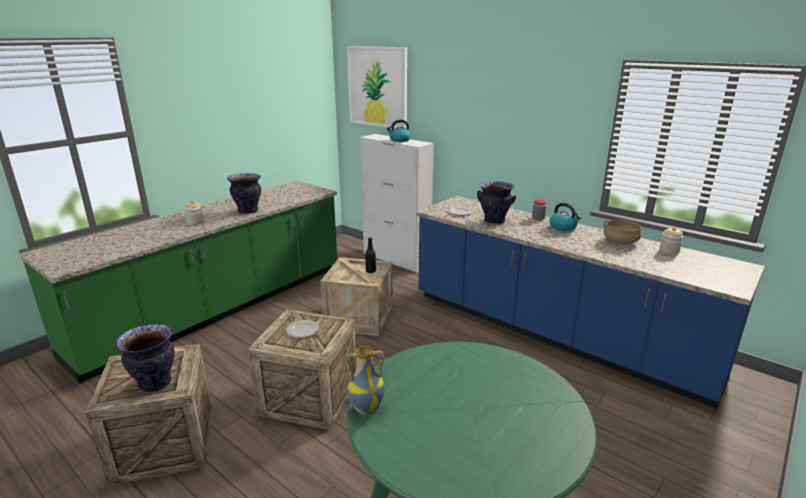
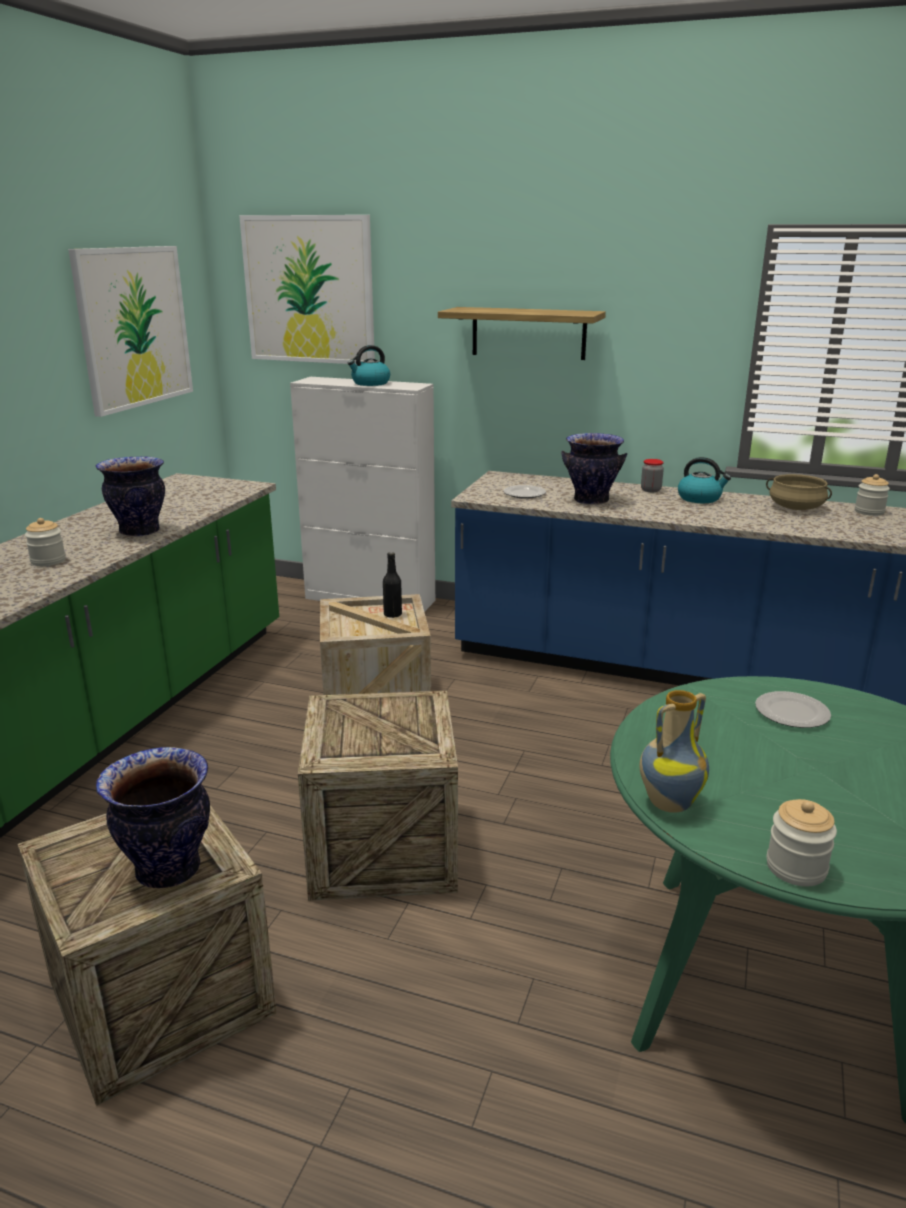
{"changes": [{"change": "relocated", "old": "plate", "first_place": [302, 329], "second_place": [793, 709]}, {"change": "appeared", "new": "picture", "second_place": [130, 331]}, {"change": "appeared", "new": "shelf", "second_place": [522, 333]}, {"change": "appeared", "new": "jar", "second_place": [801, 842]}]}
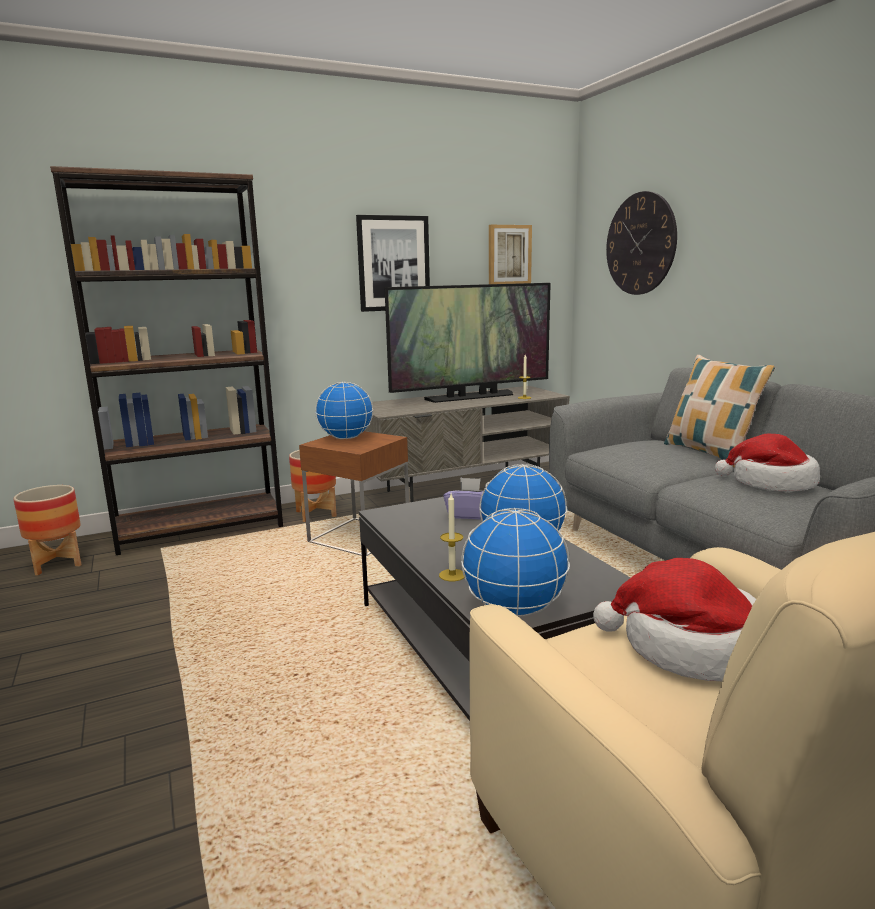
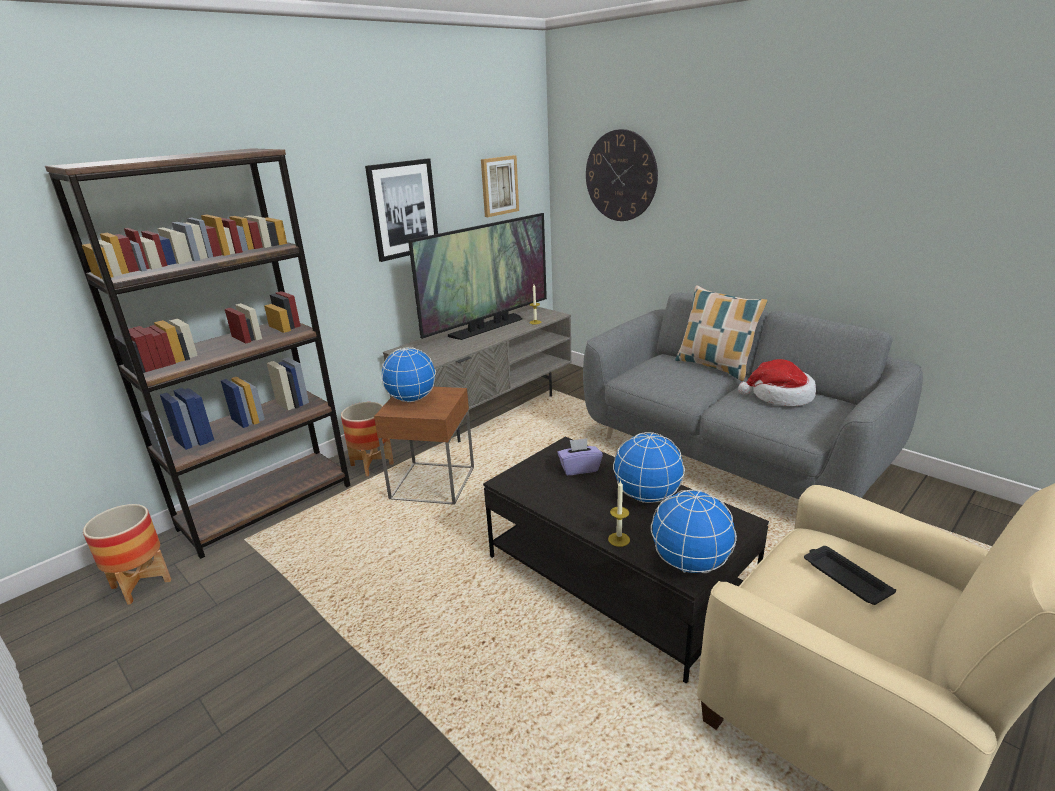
{"changes": [{"change": "exchanged", "old": "hat", "new": "black tray", "first_place": [674, 619], "second_place": [850, 575]}]}
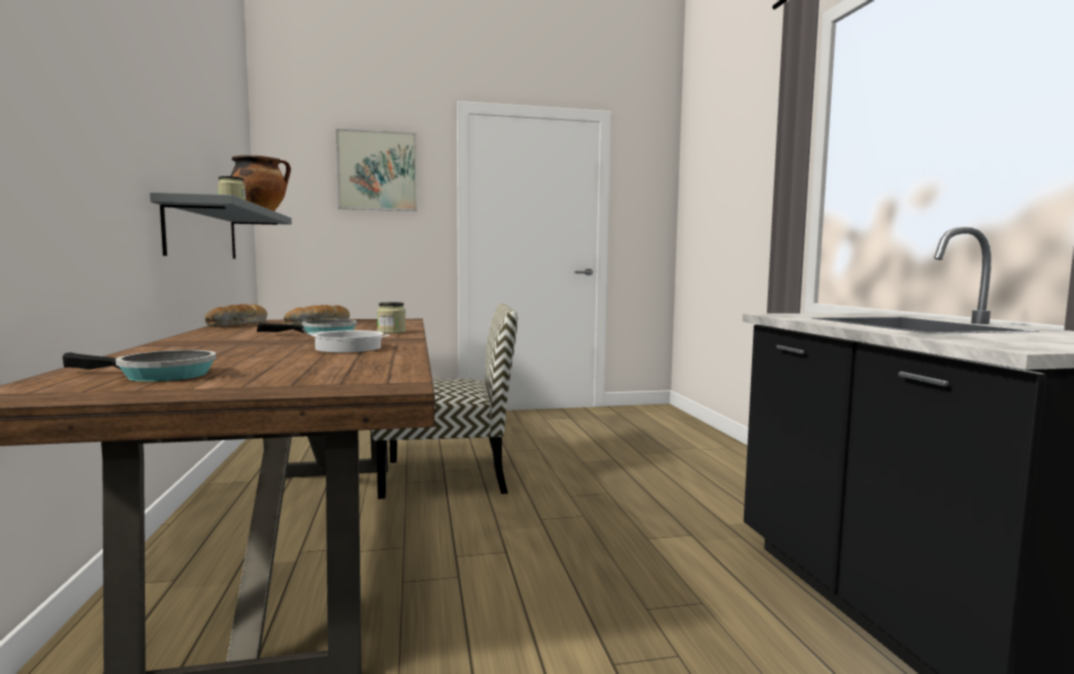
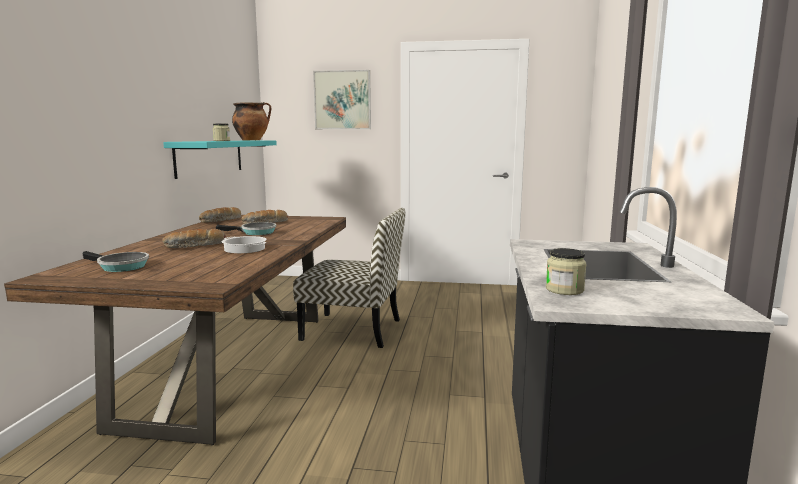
{"changes": [{"change": "colour", "old": "grey shelf", "new": "turquoise shelf", "first_place": [221, 225], "second_place": [220, 160]}, {"change": "relocated", "old": "jar", "first_place": [391, 318], "second_place": [566, 271]}, {"change": "appeared", "new": "bread", "second_place": [194, 238]}]}
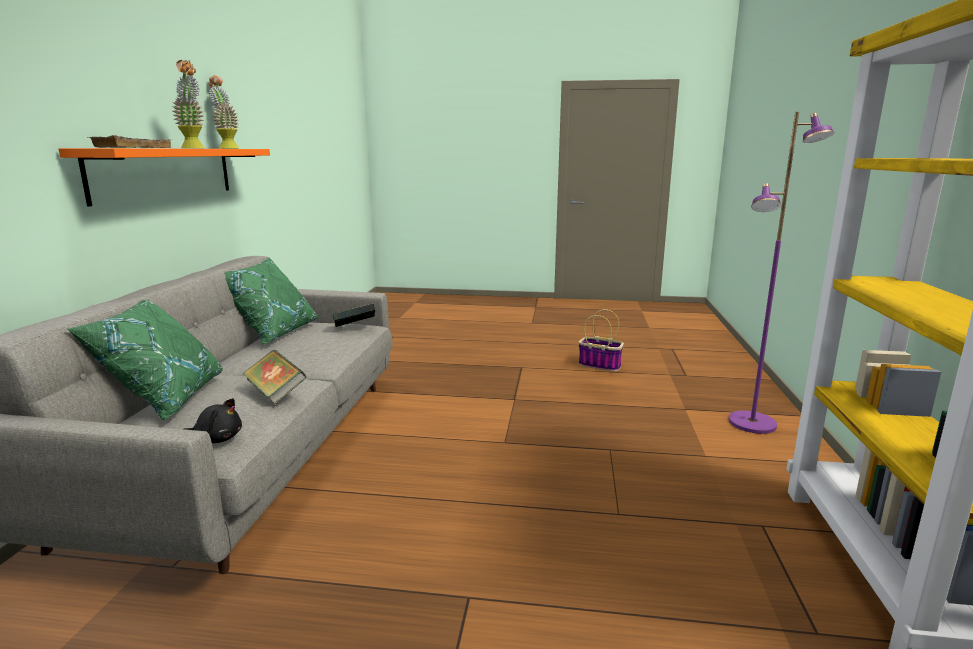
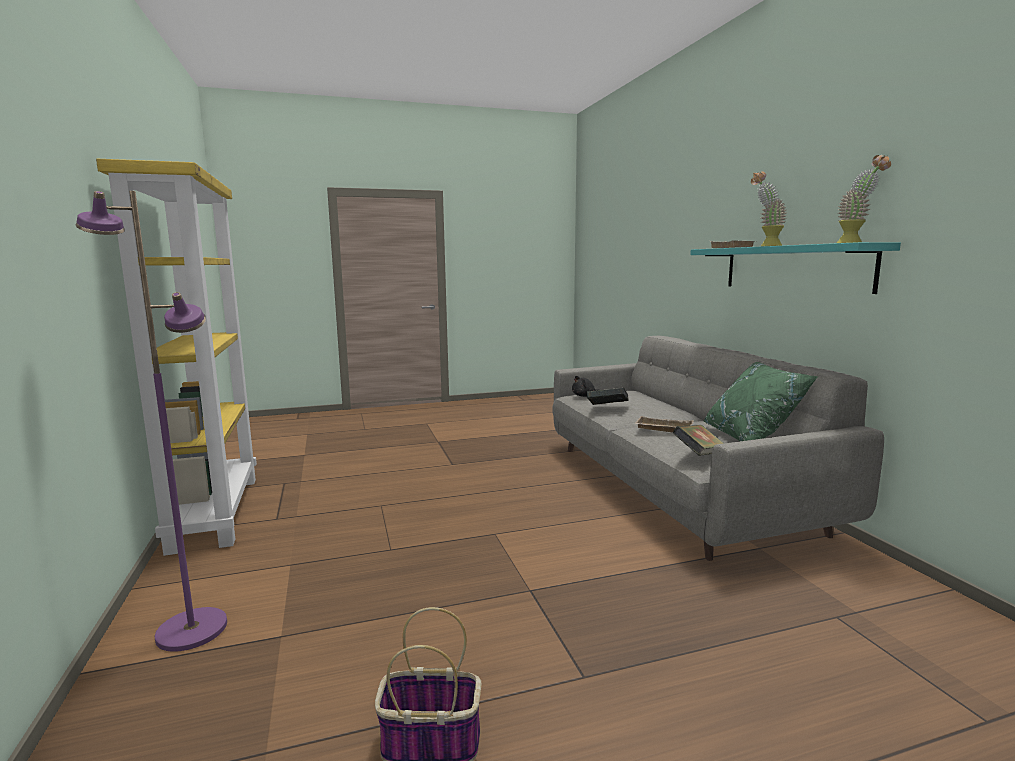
{"changes": [{"change": "colour", "old": "orange shelf", "new": "turquoise shelf", "first_place": [164, 177], "second_place": [795, 268]}, {"change": "missing", "old": "green pillow", "first_place": [145, 360]}, {"change": "appeared", "new": "beige tray", "second_place": [664, 424]}]}
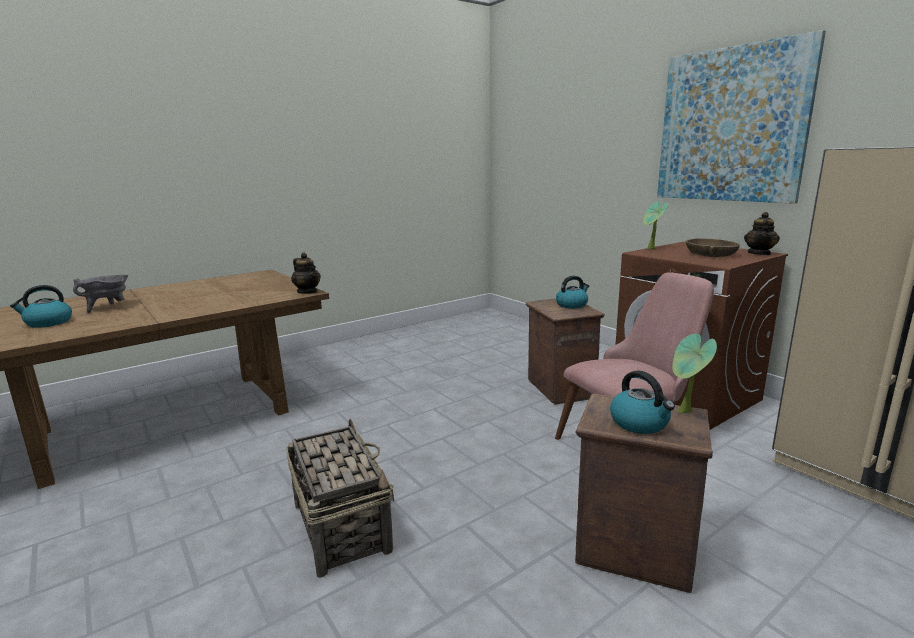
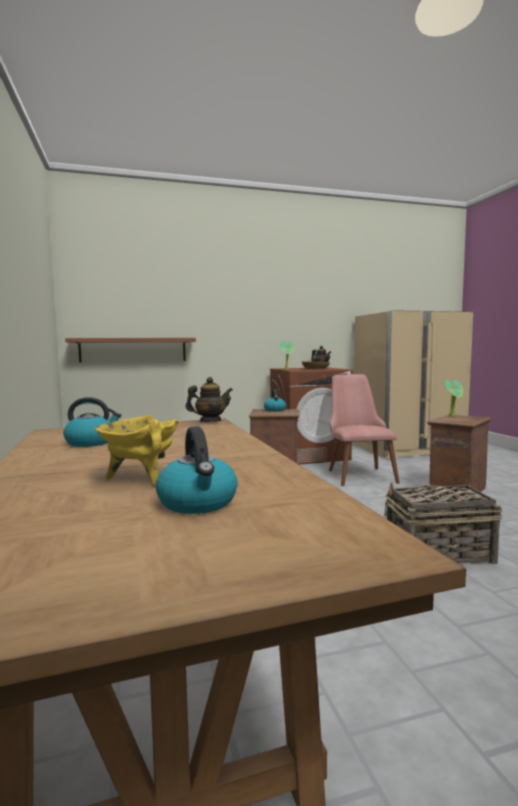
{"changes": [{"change": "colour", "old": "grey cooking pot", "new": "yellow cooking pot", "first_place": [100, 294], "second_place": [137, 451]}, {"change": "relocated", "old": "kettle", "first_place": [642, 402], "second_place": [92, 422]}, {"change": "missing", "old": "picture", "first_place": [741, 117]}, {"change": "appeared", "new": "shelf", "second_place": [130, 350]}]}
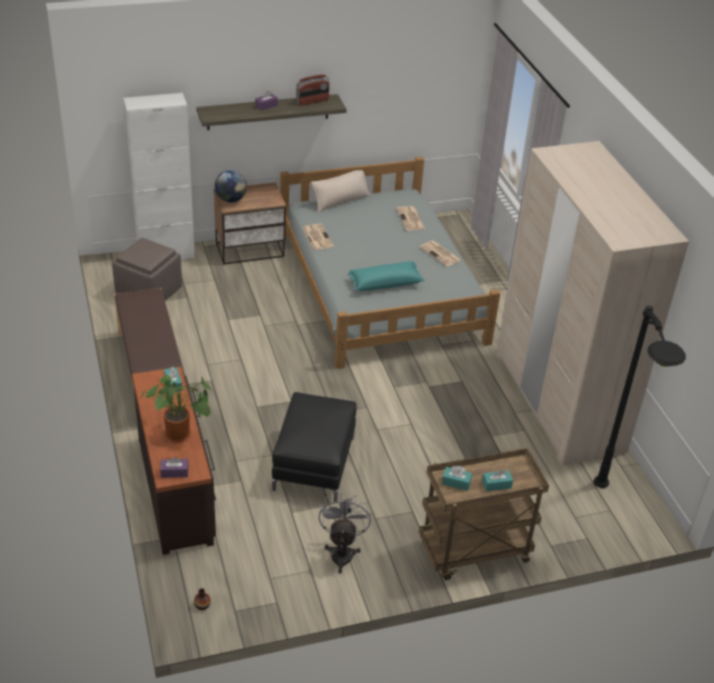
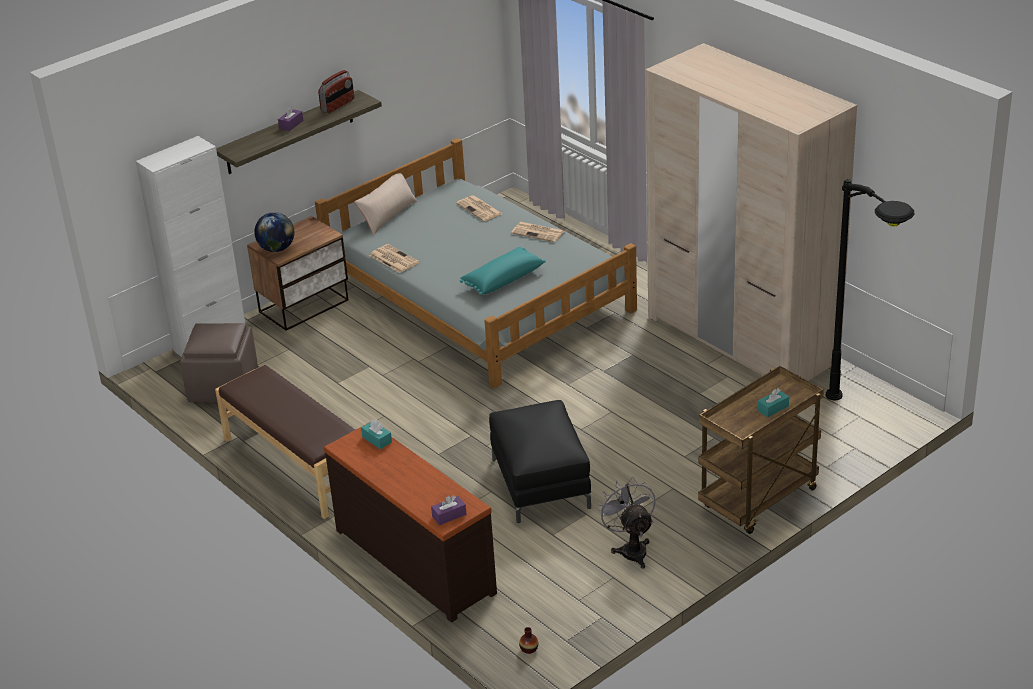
{"changes": [{"change": "missing", "old": "potted plant", "first_place": [176, 408]}, {"change": "missing", "old": "turquoise tissue box", "first_place": [457, 478]}]}
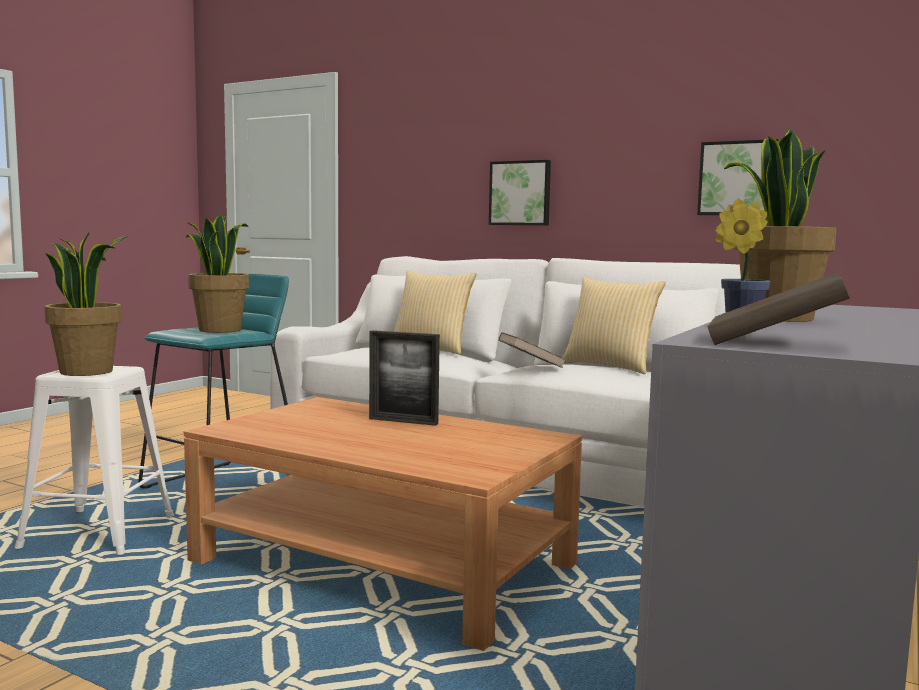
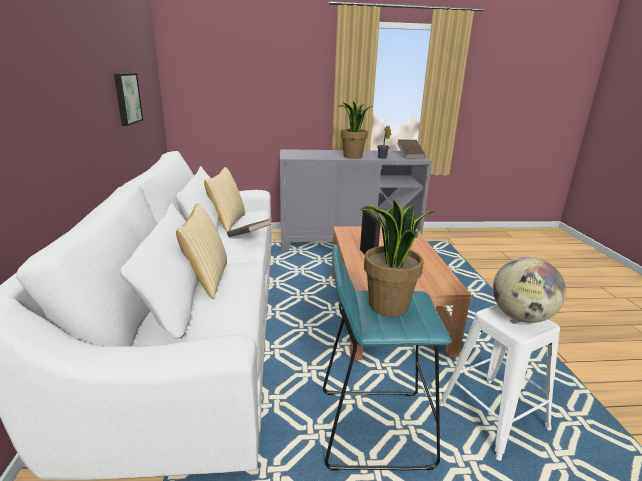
{"changes": [{"change": "exchanged", "old": "potted plant", "new": "globe", "first_place": [86, 304], "second_place": [529, 290]}, {"change": "missing", "old": "picture", "first_place": [520, 193]}]}
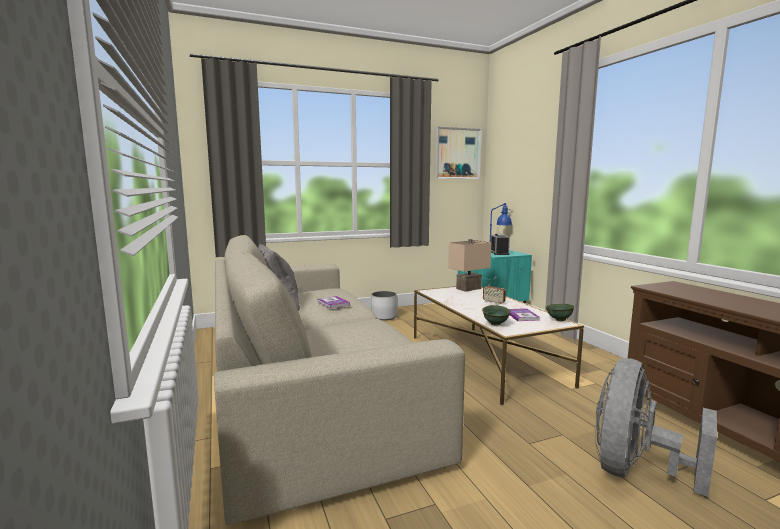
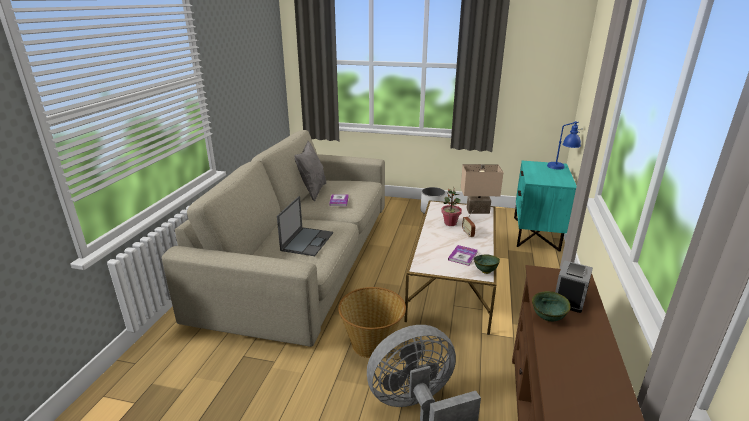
{"changes": [{"change": "missing", "old": "picture", "first_place": [458, 152]}, {"change": "relocated", "old": "green bowl", "first_place": [496, 315], "second_place": [551, 306]}, {"change": "relocated", "old": "alarm clock", "first_place": [500, 244], "second_place": [574, 286]}, {"change": "appeared", "new": "laptop", "second_place": [305, 226]}, {"change": "appeared", "new": "basket", "second_place": [372, 322]}, {"change": "appeared", "new": "potted plant", "second_place": [451, 207]}]}
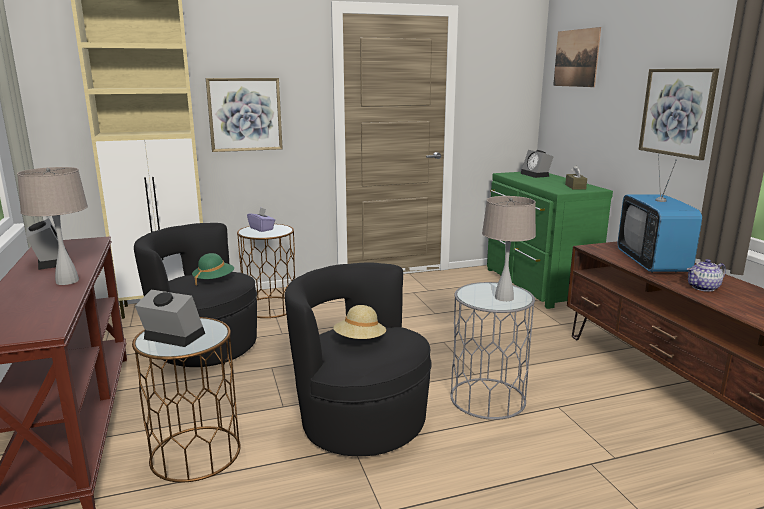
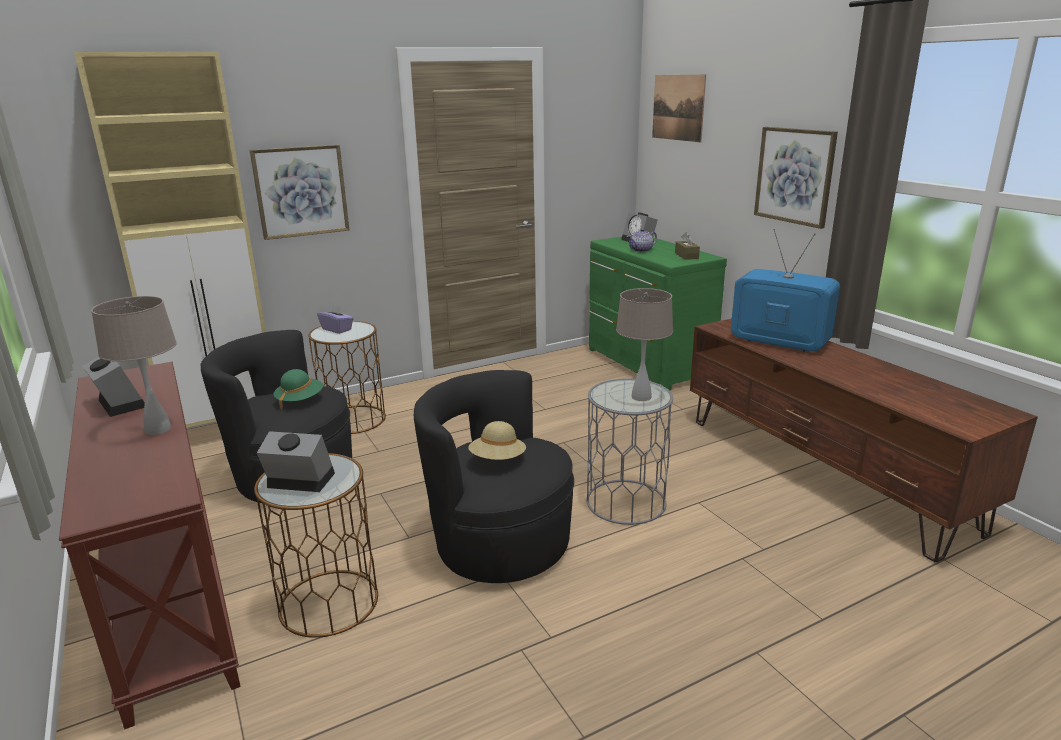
{"changes": [{"change": "spun", "old": "television", "first_place": [660, 213], "second_place": [785, 290], "degrees": 135}, {"change": "relocated", "old": "teapot", "first_place": [706, 275], "second_place": [642, 240]}]}
